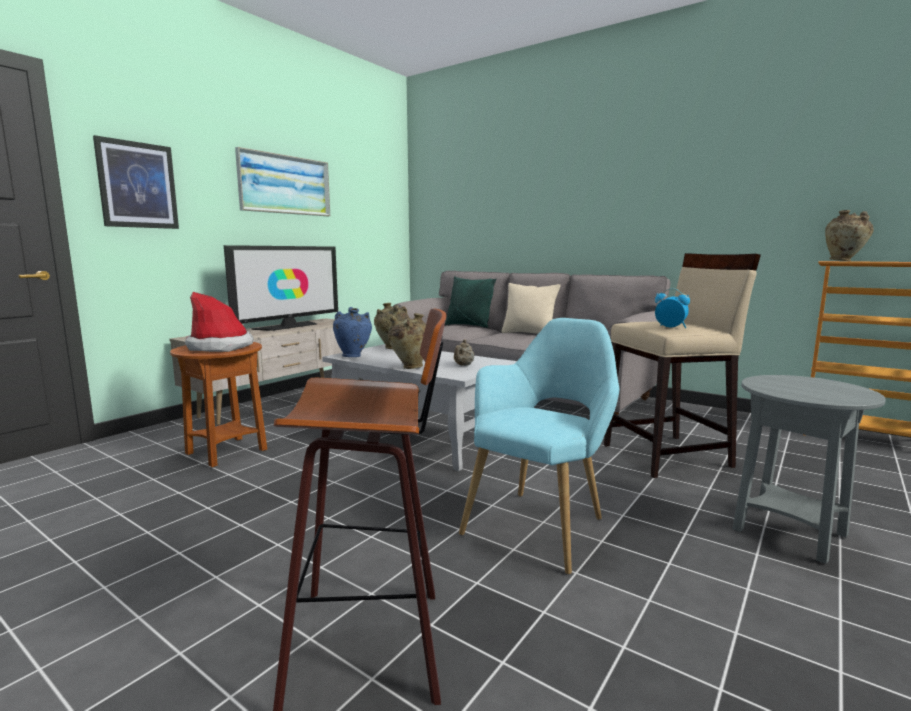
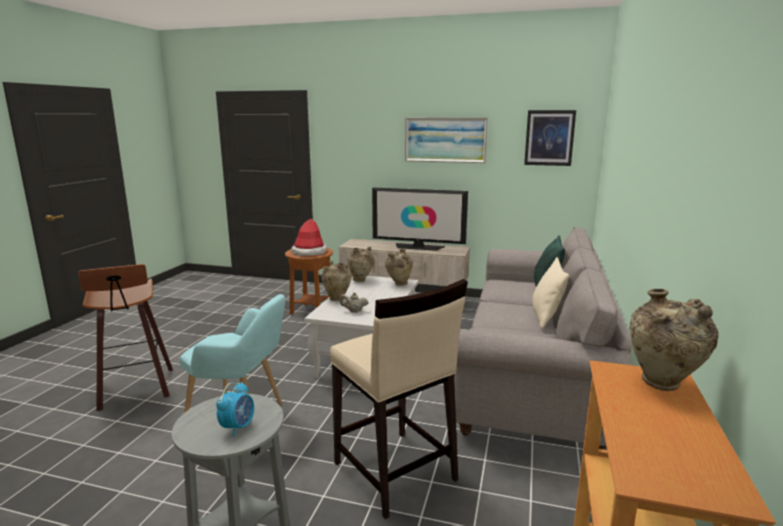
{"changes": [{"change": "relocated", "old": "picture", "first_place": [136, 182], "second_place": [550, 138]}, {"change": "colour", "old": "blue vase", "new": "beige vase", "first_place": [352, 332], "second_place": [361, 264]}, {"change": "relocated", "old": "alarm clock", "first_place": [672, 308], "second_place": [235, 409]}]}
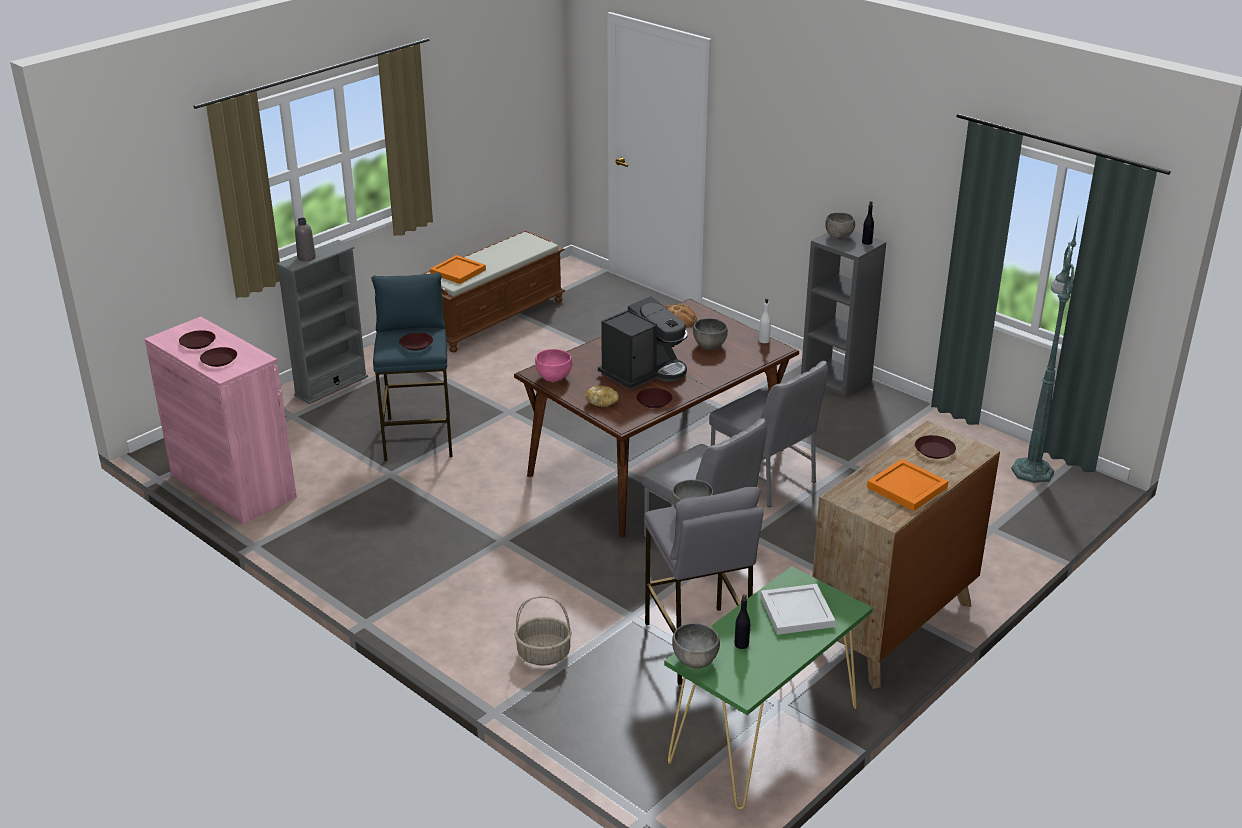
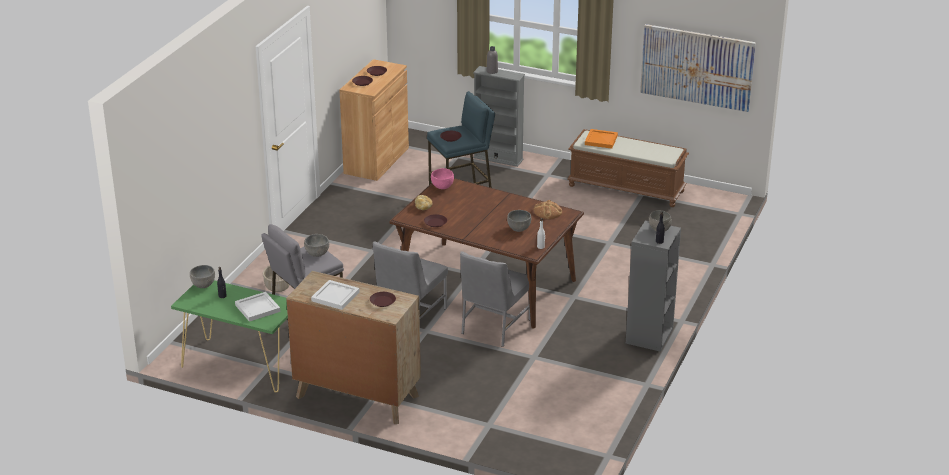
{"changes": [{"change": "colour", "old": "pink cabinet", "new": "brown cabinet", "first_place": [221, 420], "second_place": [374, 120]}, {"change": "missing", "old": "coffee machine", "first_place": [642, 343]}, {"change": "colour", "old": "orange tray", "new": "white tray", "first_place": [908, 485], "second_place": [335, 295]}, {"change": "missing", "old": "green floor lamp", "first_place": [1045, 348]}, {"change": "appeared", "new": "picture", "second_place": [698, 68]}]}
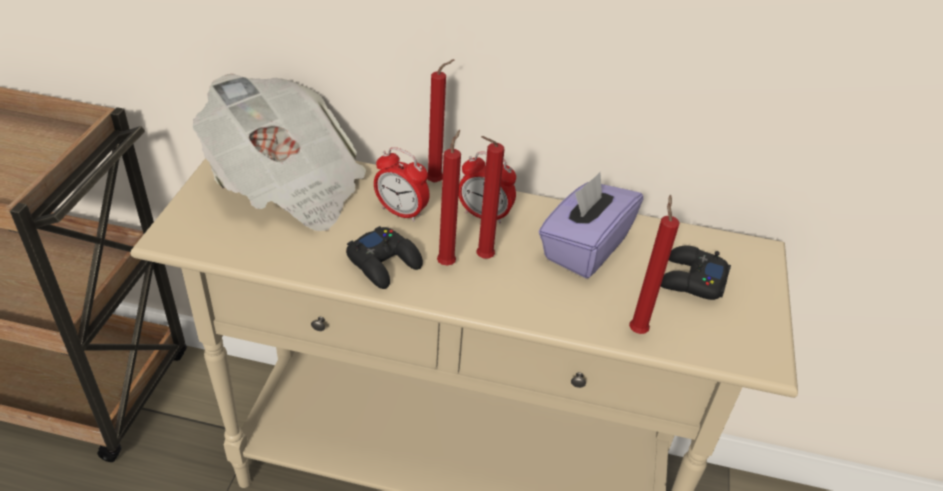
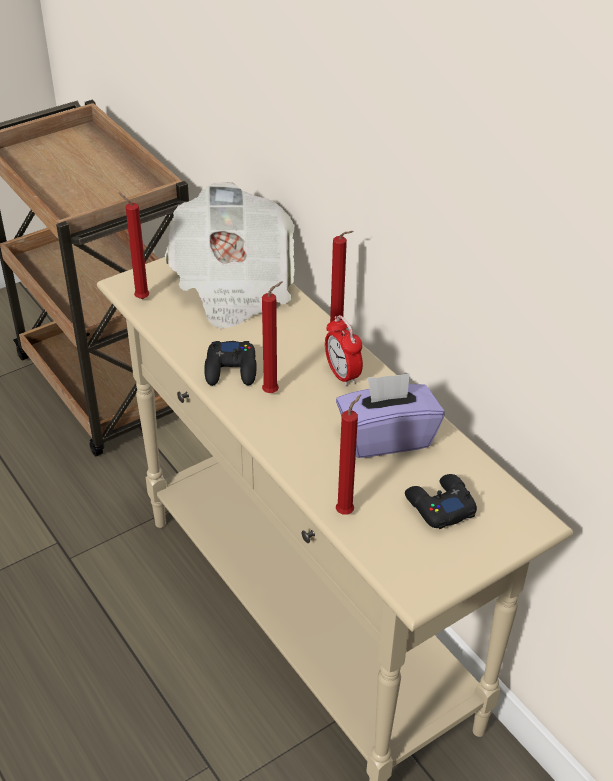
{"changes": [{"change": "missing", "old": "alarm clock", "first_place": [402, 184]}, {"change": "relocated", "old": "red candle", "first_place": [490, 197], "second_place": [134, 245]}]}
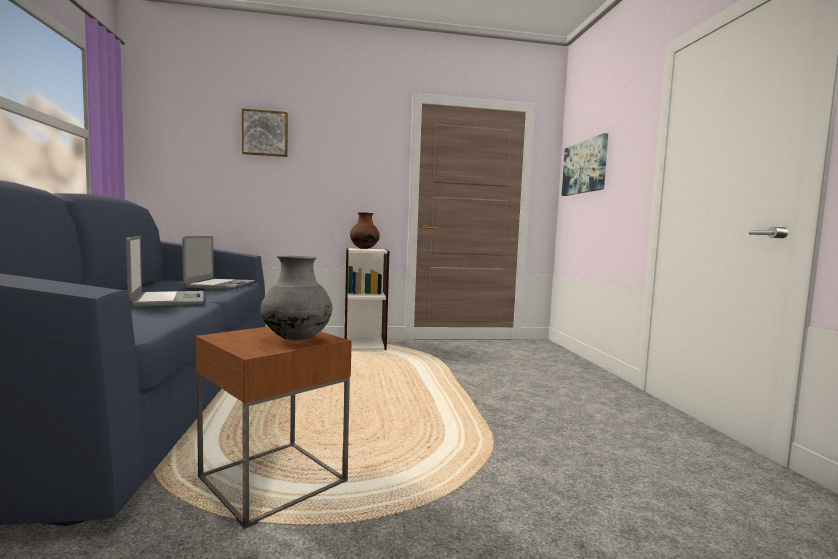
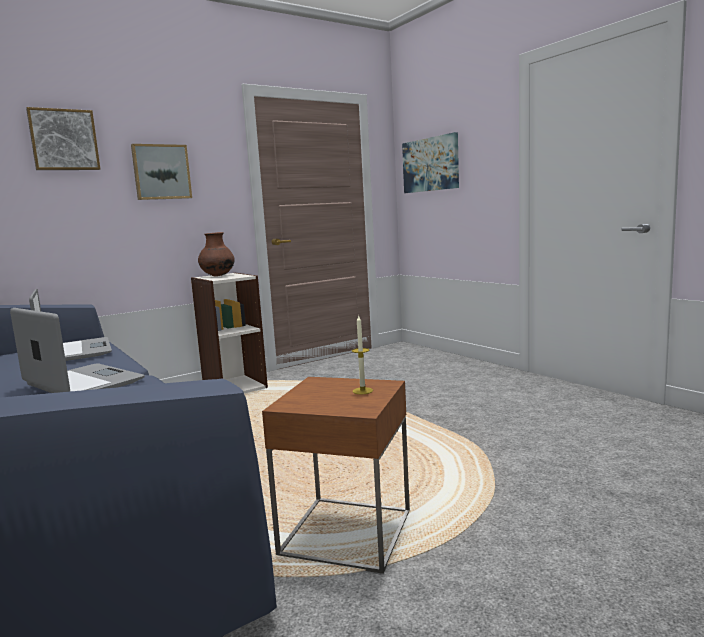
{"changes": [{"change": "exchanged", "old": "grey vase", "new": "candle", "first_place": [296, 298], "second_place": [362, 354]}, {"change": "appeared", "new": "picture", "second_place": [161, 172]}]}
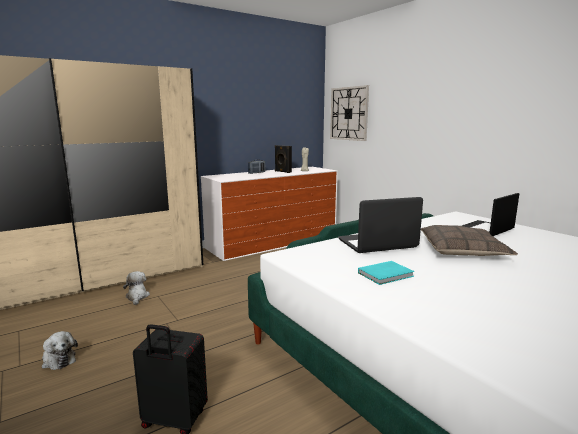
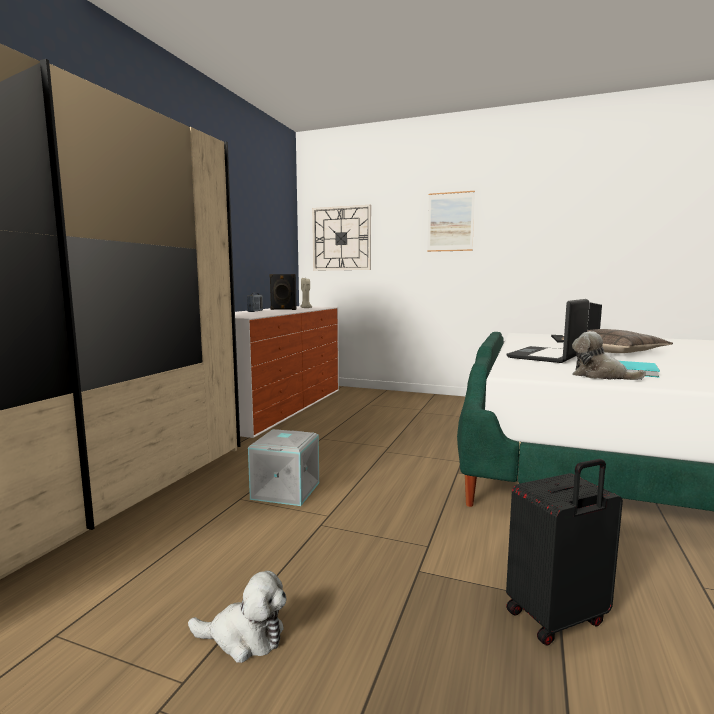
{"changes": [{"change": "relocated", "old": "plush toy", "first_place": [136, 288], "second_place": [609, 355]}, {"change": "appeared", "new": "grey storage box", "second_place": [283, 467]}, {"change": "appeared", "new": "picture", "second_place": [451, 221]}]}
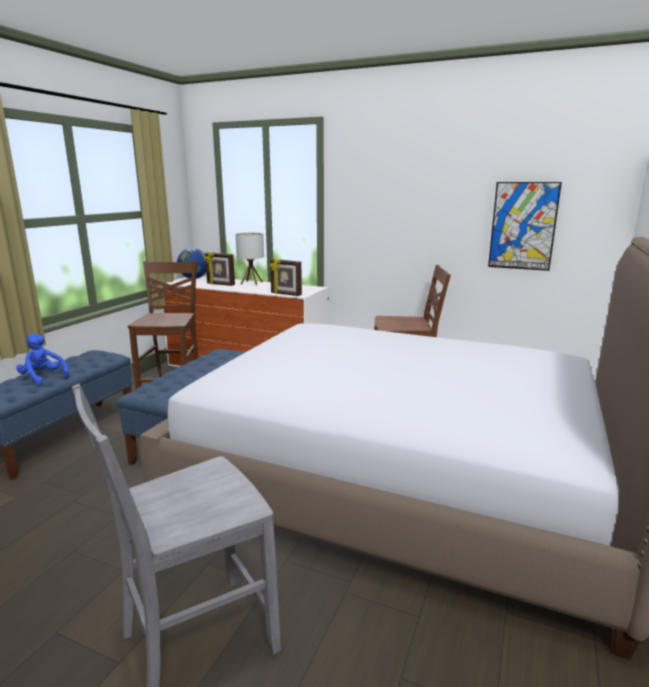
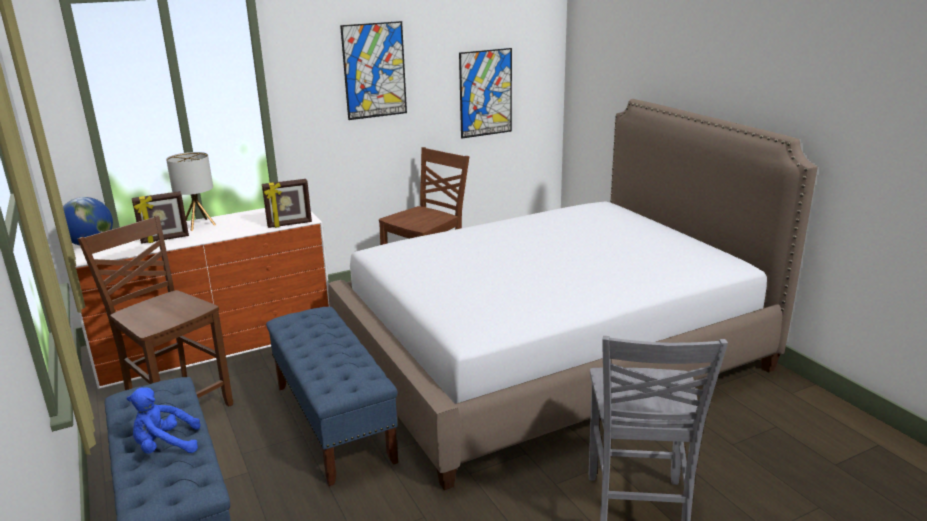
{"changes": [{"change": "appeared", "new": "picture", "second_place": [373, 70]}]}
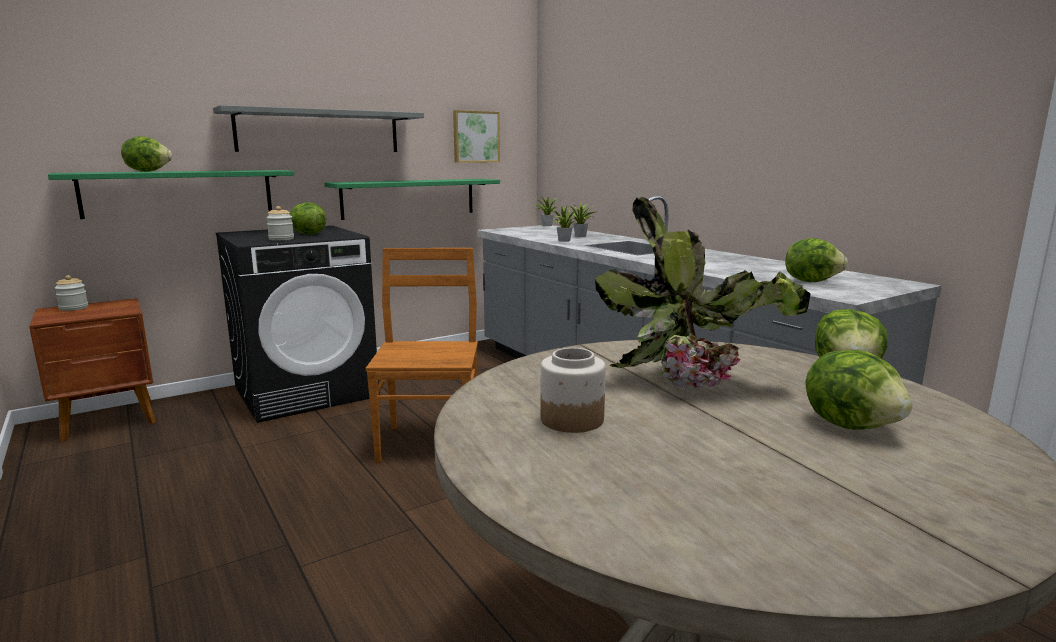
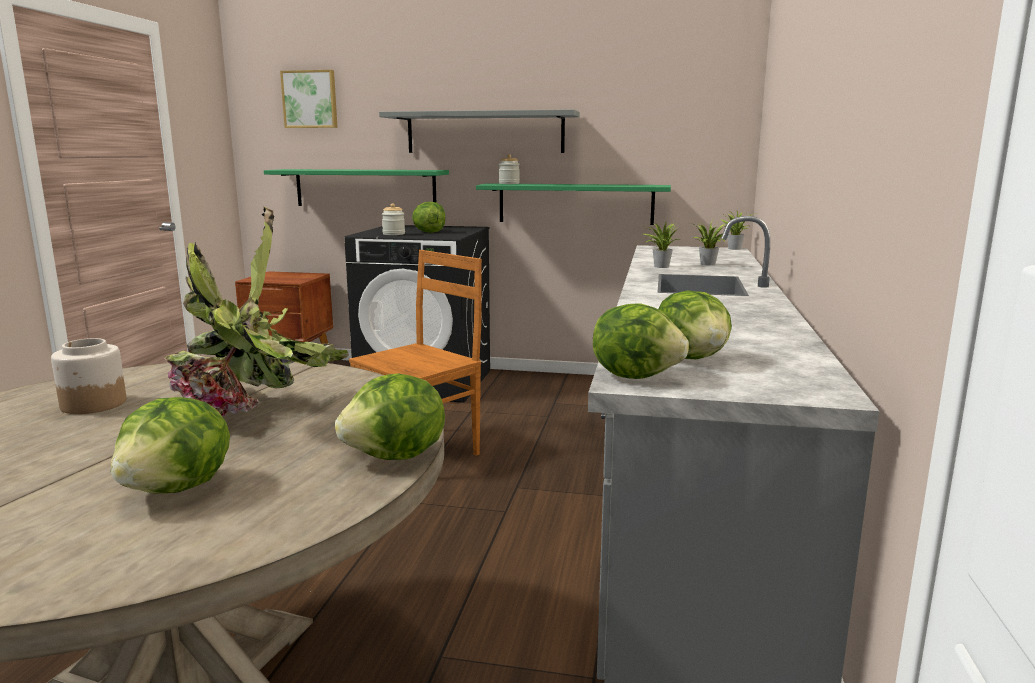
{"changes": [{"change": "relocated", "old": "jar", "first_place": [71, 293], "second_place": [509, 169]}, {"change": "relocated", "old": "lettuce", "first_place": [146, 154], "second_place": [641, 341]}, {"change": "relocated", "old": "picture", "first_place": [476, 136], "second_place": [309, 99]}]}
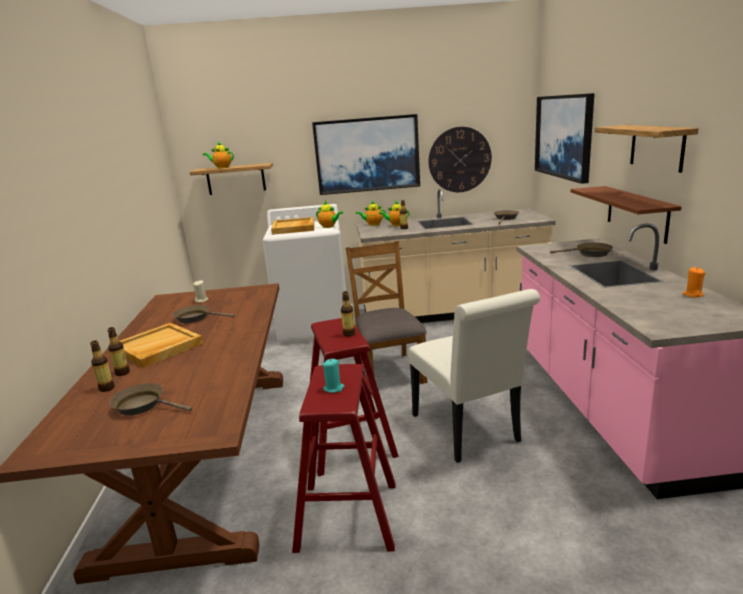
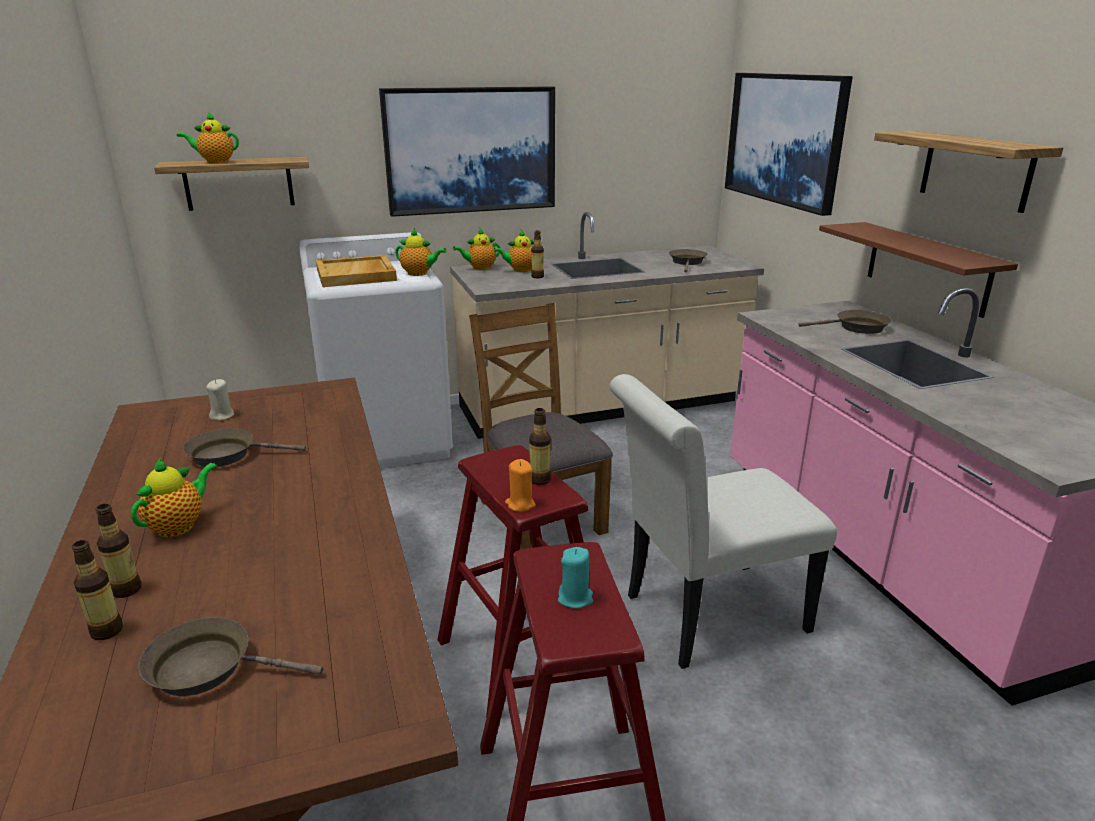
{"changes": [{"change": "exchanged", "old": "beige tray", "new": "teapot", "first_place": [161, 345], "second_place": [174, 497]}, {"change": "spun", "old": "white chair", "first_place": [474, 376], "second_place": [723, 521], "degrees": 105}, {"change": "missing", "old": "wall clock", "first_place": [460, 159]}, {"change": "relocated", "old": "orange candle", "first_place": [693, 282], "second_place": [520, 485]}]}
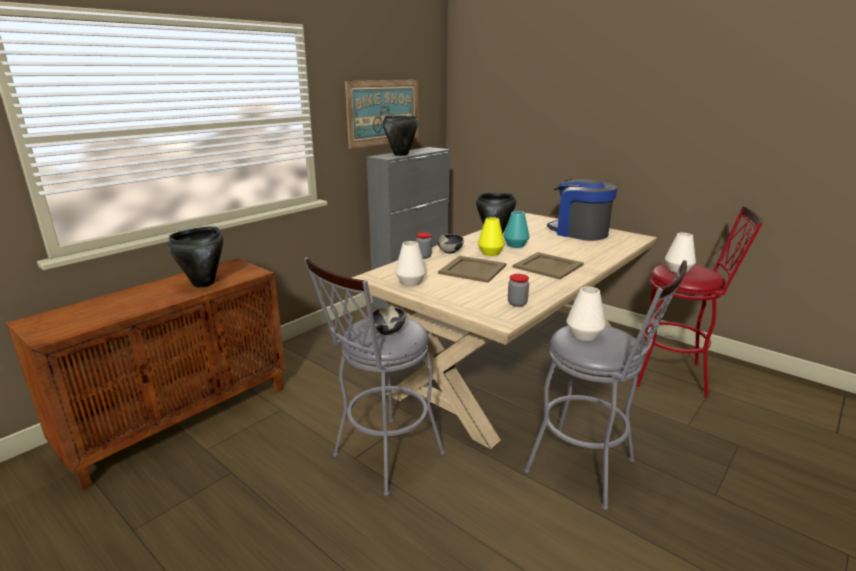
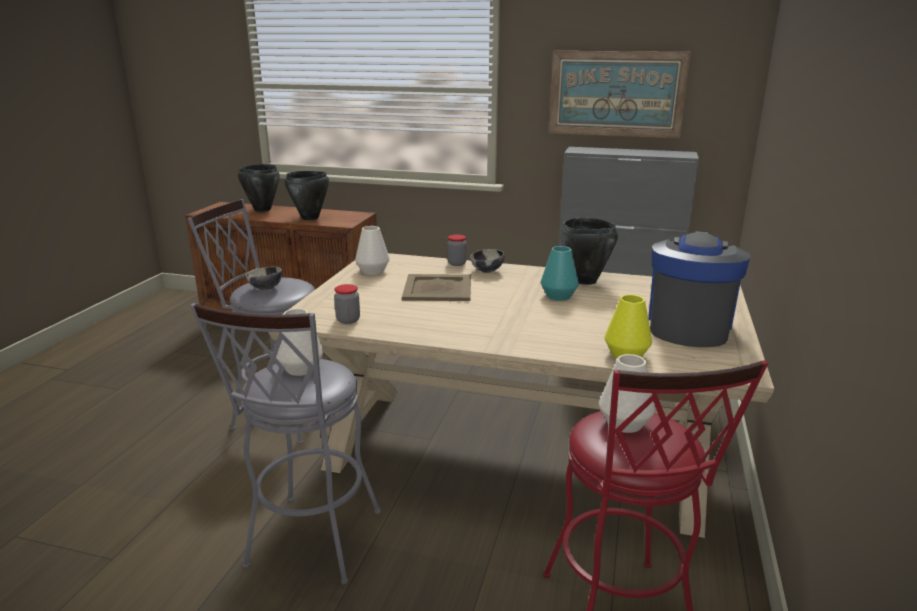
{"changes": [{"change": "relocated", "old": "black cooking pot", "first_place": [400, 136], "second_place": [259, 188]}, {"change": "relocated", "old": "yellow vase", "first_place": [491, 236], "second_place": [628, 327]}, {"change": "missing", "old": "beige tray", "first_place": [548, 266]}]}
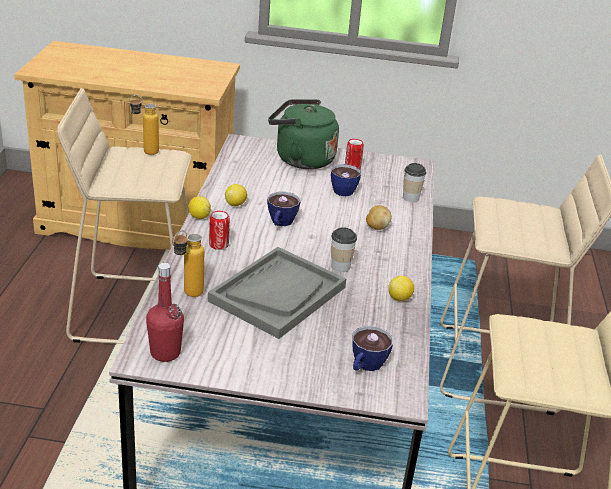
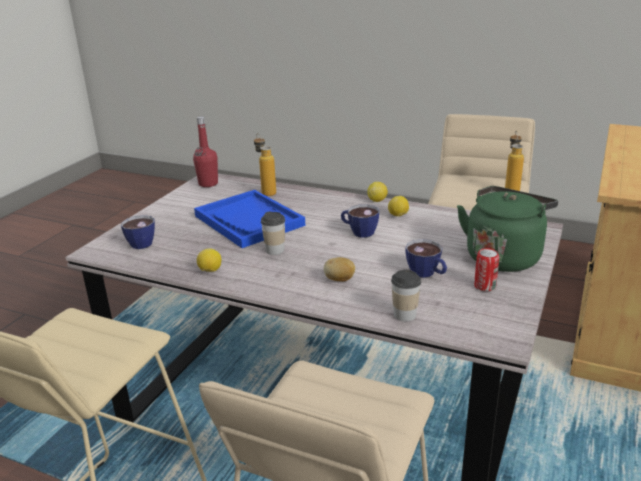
{"changes": [{"change": "colour", "old": "grey tray", "new": "blue tray", "first_place": [277, 293], "second_place": [249, 219]}, {"change": "missing", "old": "can", "first_place": [219, 230]}]}
